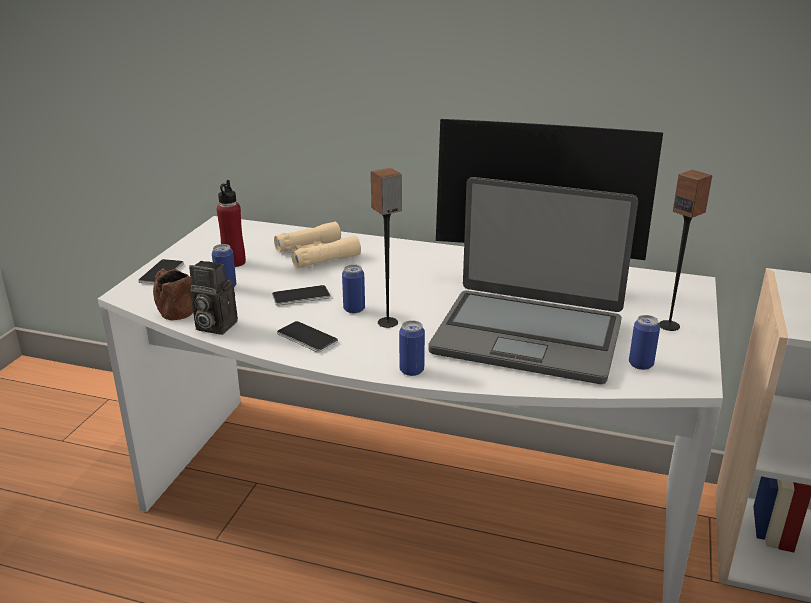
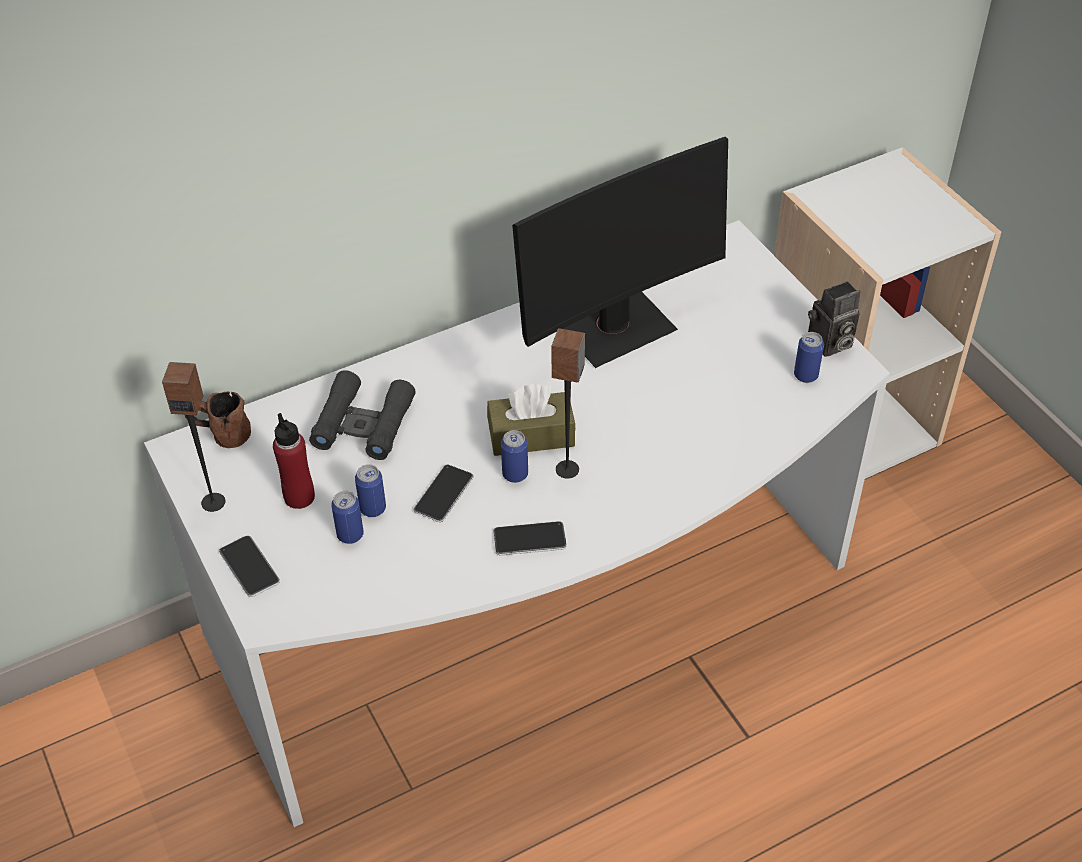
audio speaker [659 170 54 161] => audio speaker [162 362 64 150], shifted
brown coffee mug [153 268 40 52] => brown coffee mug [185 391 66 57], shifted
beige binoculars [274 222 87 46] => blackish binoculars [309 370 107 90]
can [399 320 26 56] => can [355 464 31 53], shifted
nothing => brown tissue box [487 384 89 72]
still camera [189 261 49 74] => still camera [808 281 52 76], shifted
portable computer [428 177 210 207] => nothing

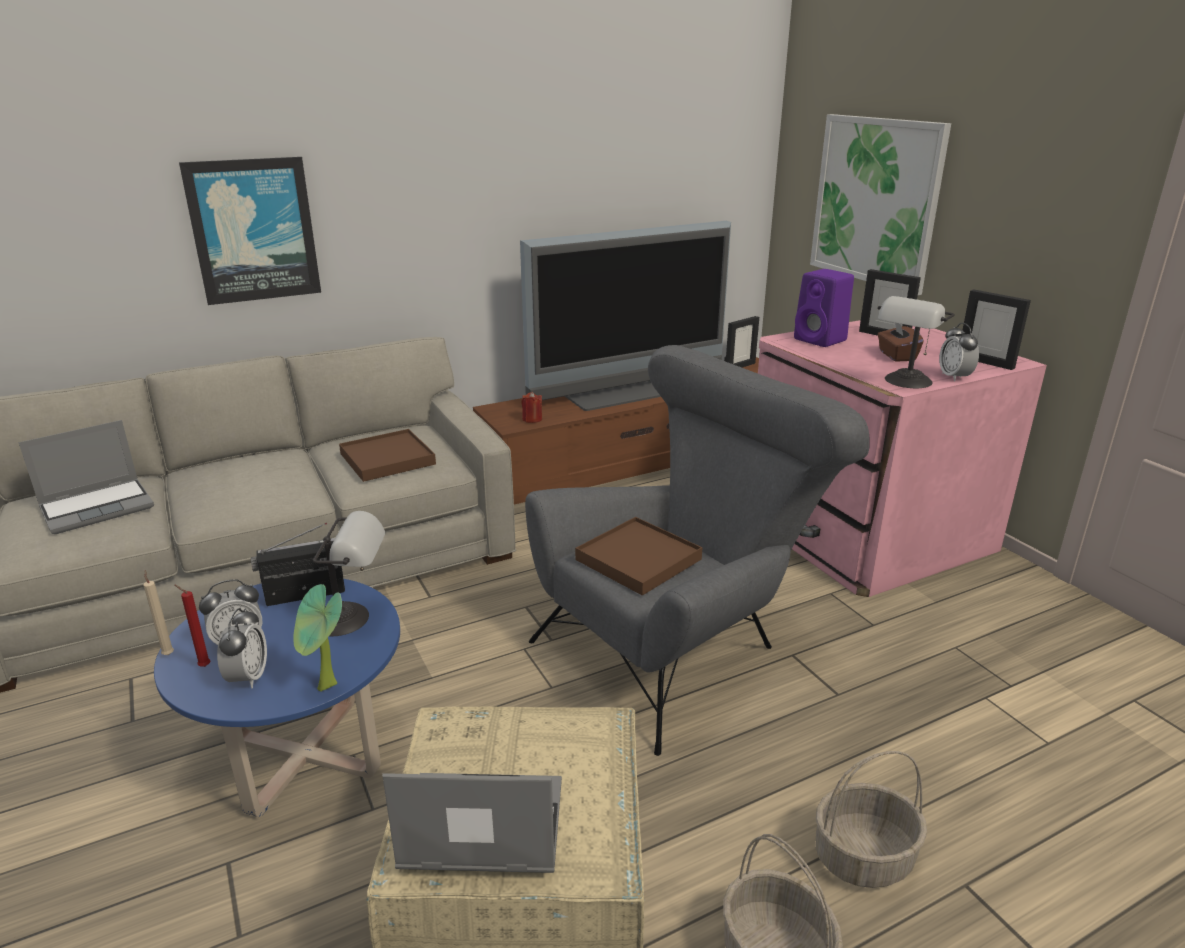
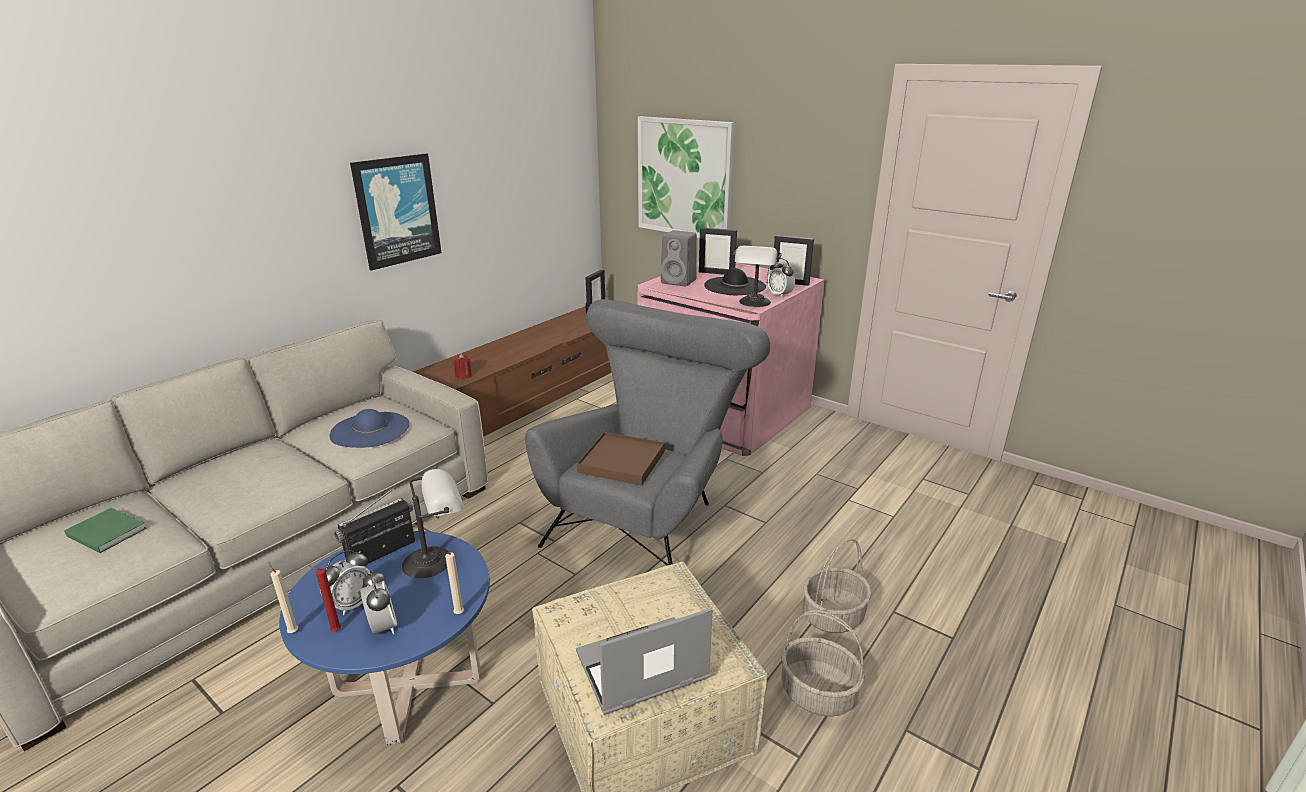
portable computer [18 420 136 114] => green bound book [64 508 83 45]
brown serving tray [339 429 97 53] => blue-coloured hat [330 409 80 39]
wall art [179 157 142 148] => wall art [350 153 92 118], shifted
plant in a pot [293 584 49 108] => beige wax candle [445 552 19 62]
purplish audio speaker [794 269 60 78] => greyish audio speaker [661 230 36 56]
brown tissue box [878 323 46 39] => blackish hat [704 268 62 27]
TV [520 221 211 190] => nothing

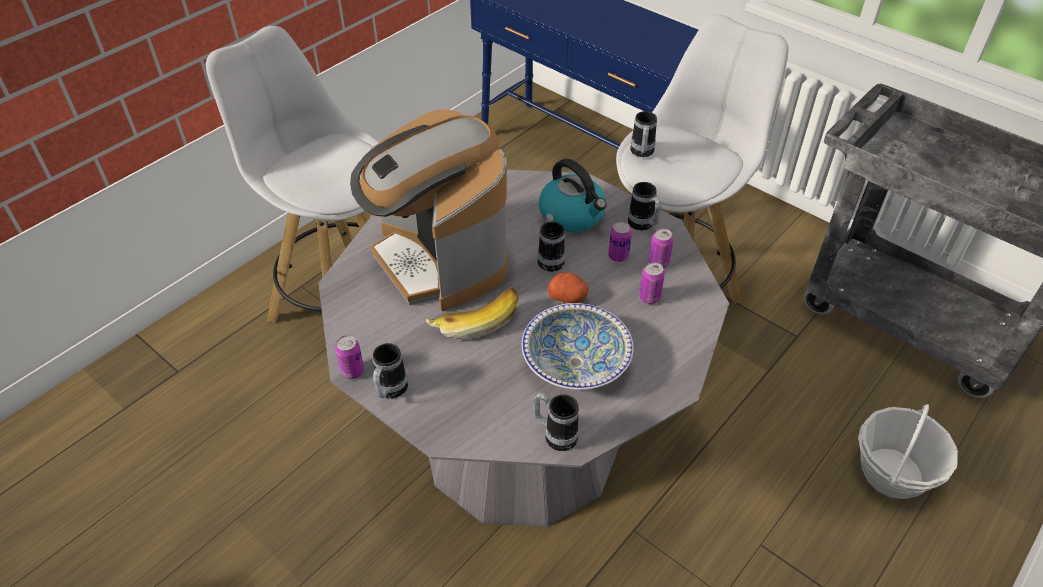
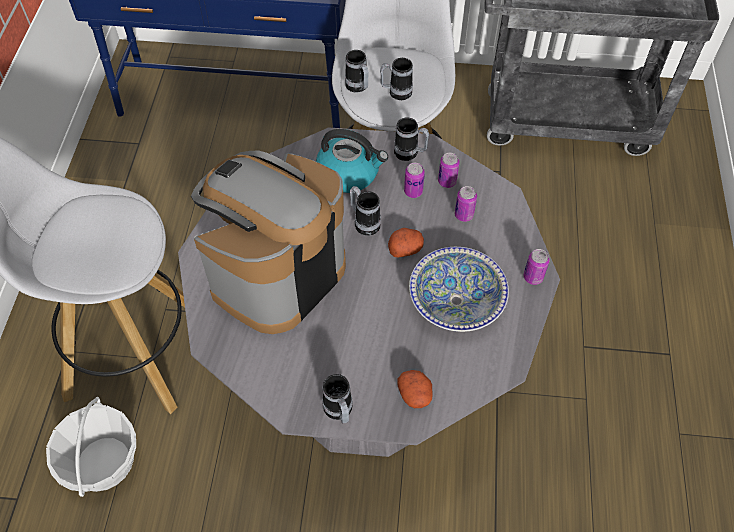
storage basket [858 404 100 95] => storage basket [46 397 90 100], shifted
coffee maker [350 109 158 202] => coffee maker [191 150 155 184], 105 degrees clockwise
coffee mug [534 392 45 59] => coffee mug [380 58 33 42], shifted
nothing => potato [398 370 34 38]
can [335 335 29 44] => can [523 249 27 36], shifted
banana [426 287 92 52] => nothing

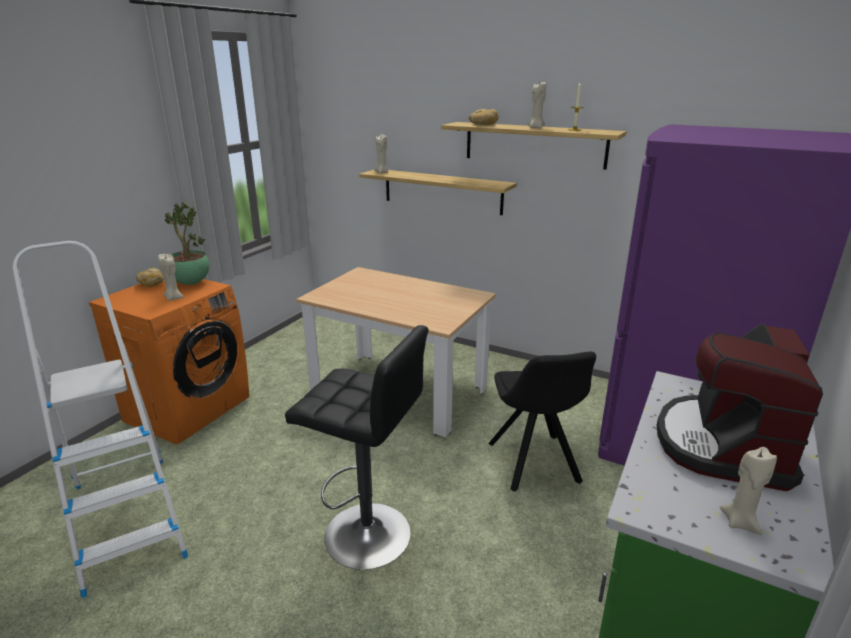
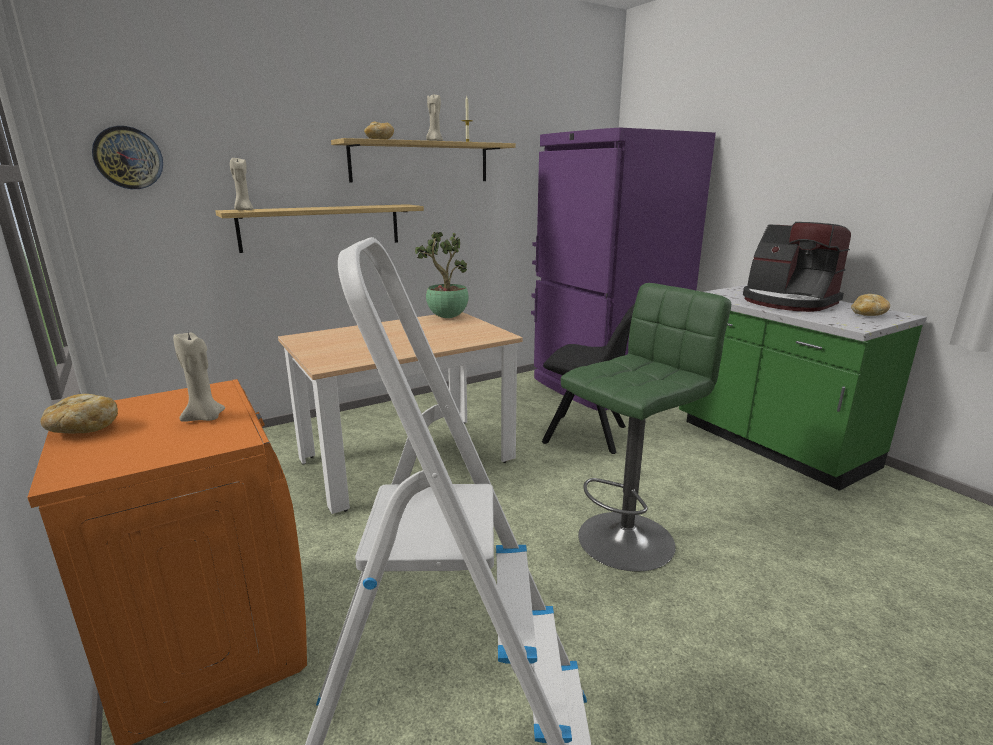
nothing => wall clock [92 126 71 63]
plant in a pot [165 202 44 83] => plant in a pot [415 232 54 86], shifted
blackish stool [285 325 144 245] => green stool [561 283 170 289]
beige wax candle [720 447 57 88] => bread [851 294 39 22]

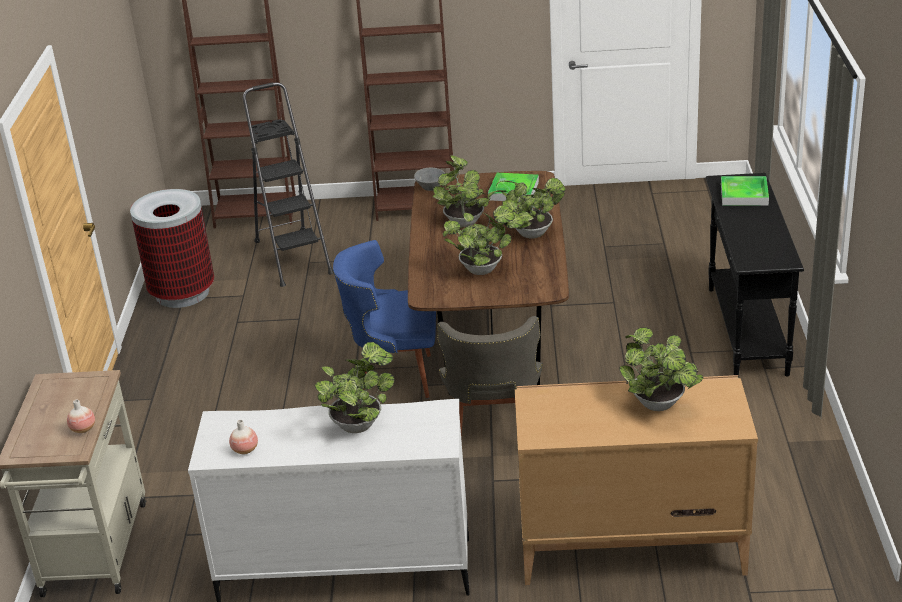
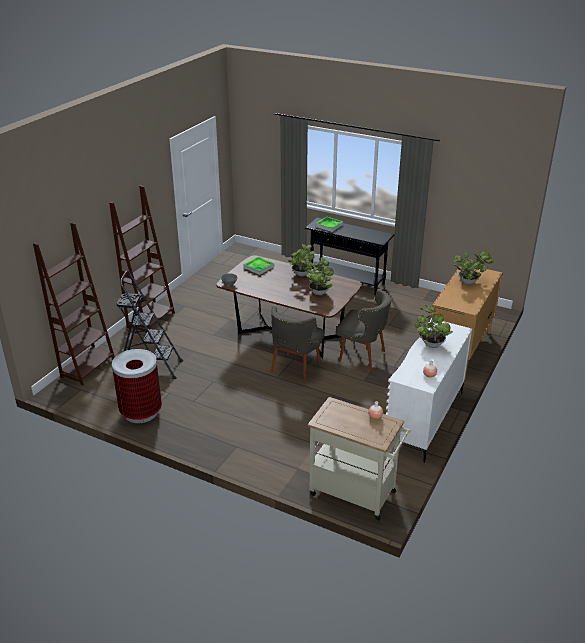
blue-coloured plain chair [333 240 103 158] => greyish plain chair [271 306 54 77]
plant in a pot [433 155 58 72] => nothing

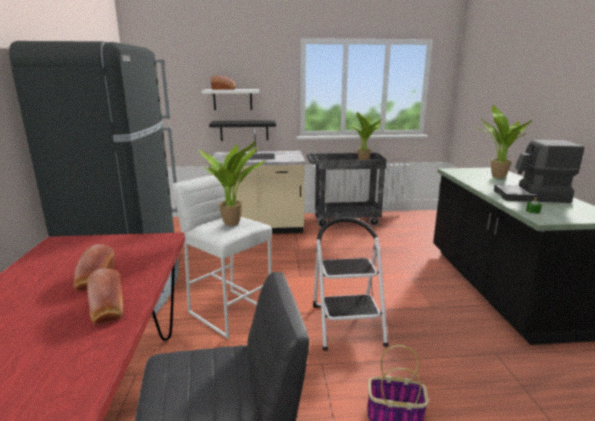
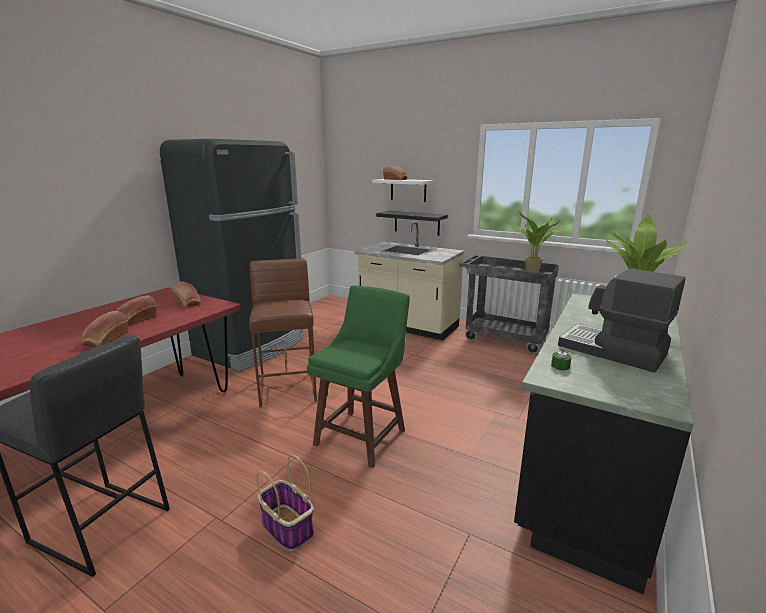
nothing => bread [171 281 30 27]
white stool [173 175 99 164] => brown stool [249 258 68 150]
step stool [313 217 75 134] => green stool [307 285 103 183]
plant in a pot [199 141 67 85] => nothing

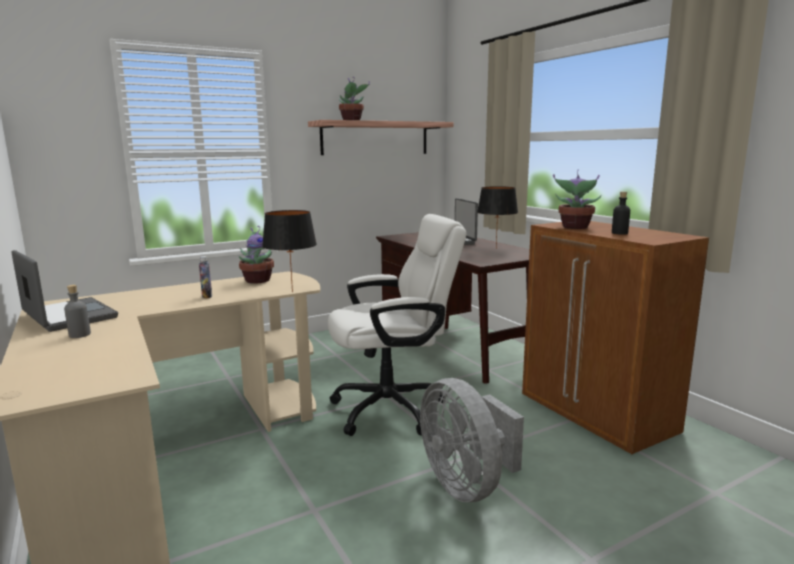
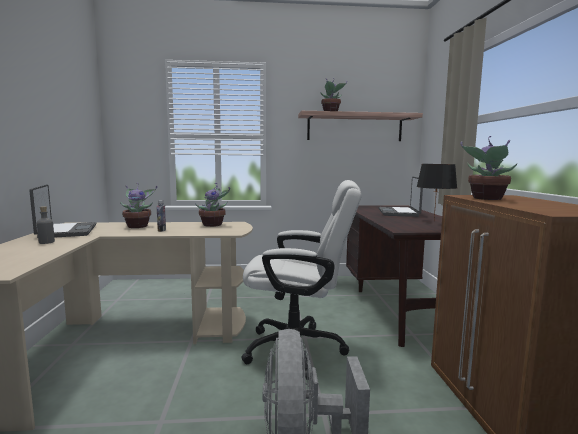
nothing => plant in a pot [120 183 37 45]
blackish lamp for a table [262 210 55 82] => nothing
blackish bottle [612 192 18 43] => nothing

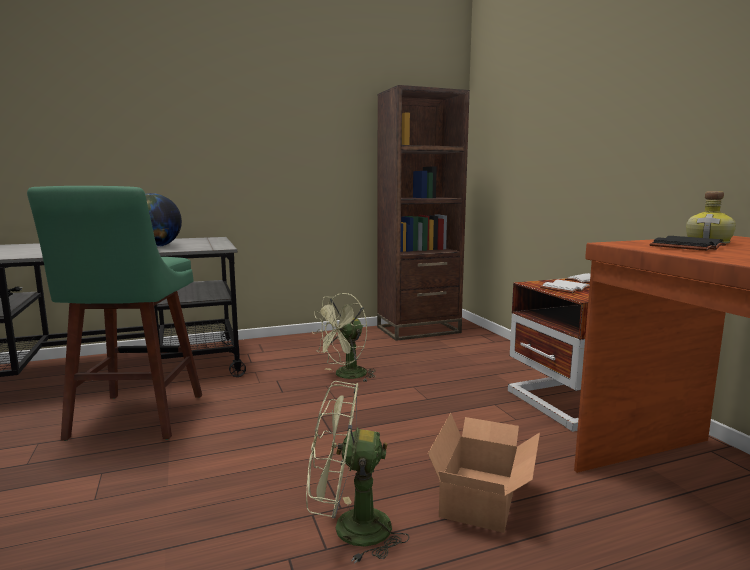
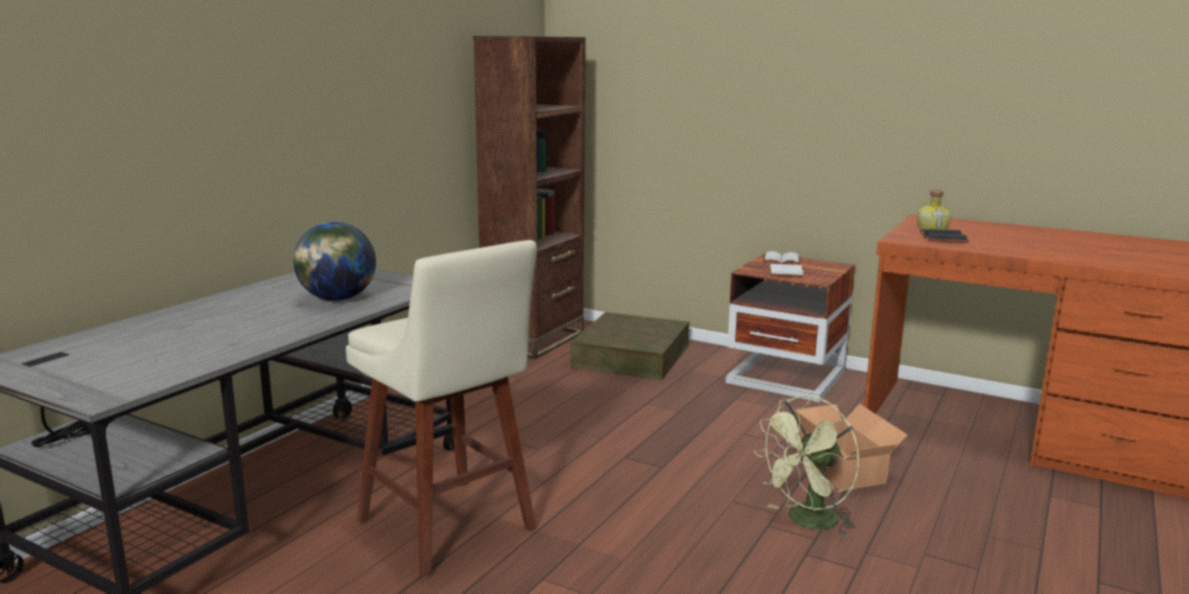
green stool [27 186 175 255] => beige stool [346 240 191 337]
nothing => brown storage bin [571 312 118 68]
green fan [312 293 64 89] => nothing

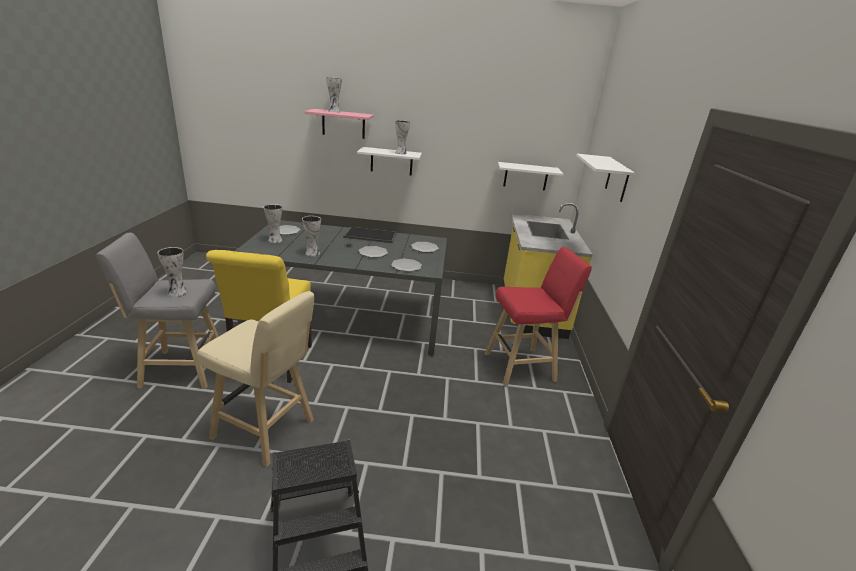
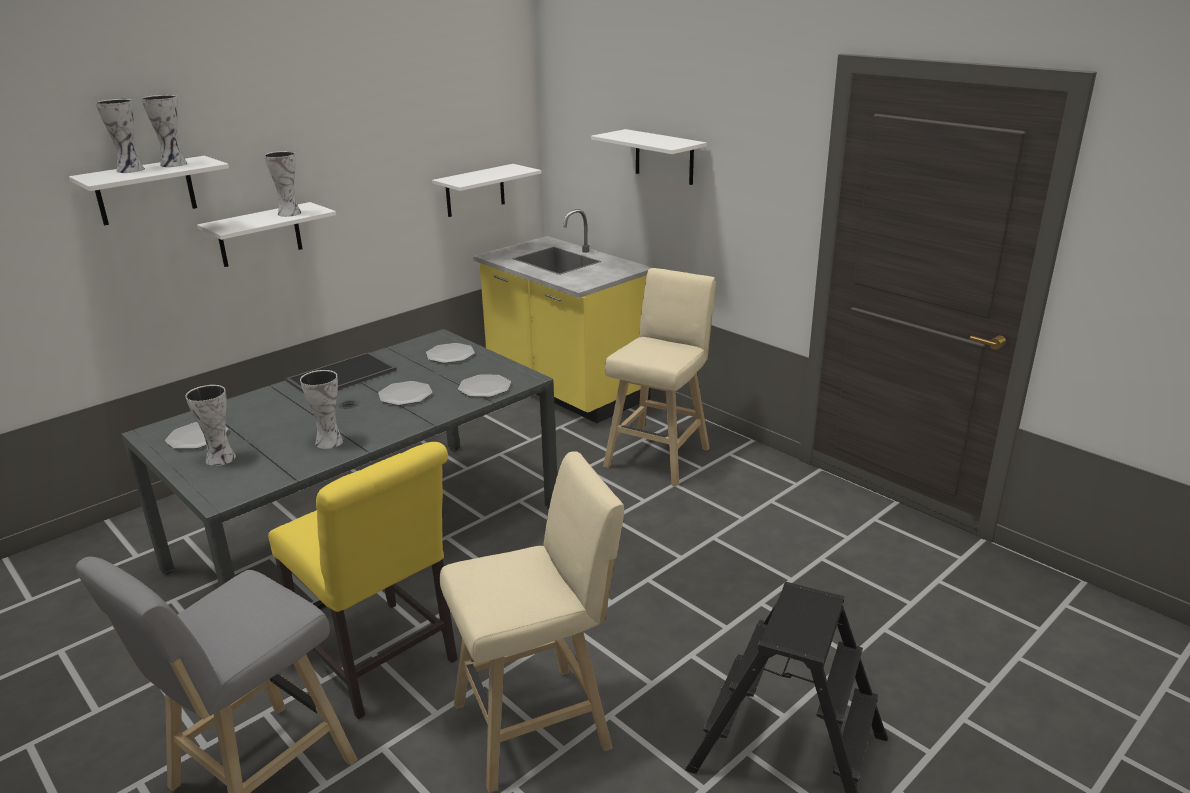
pink wall shelf [305 109 69 30] => white wall shelf [69 156 160 69]
vase [157 247 31 50] => vase [141 95 46 72], shifted
reddish stool [485 247 107 139] => beige stool [603 268 112 218]

